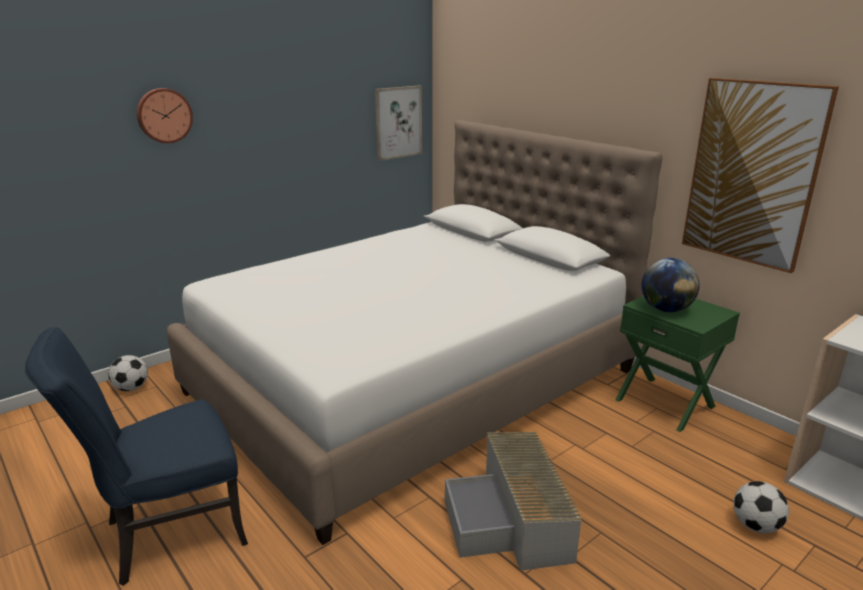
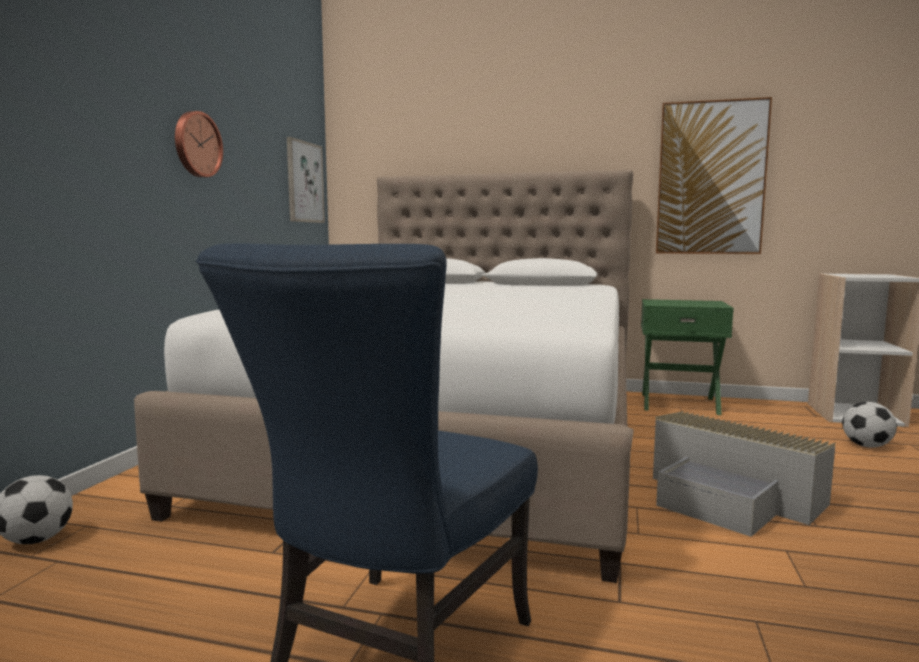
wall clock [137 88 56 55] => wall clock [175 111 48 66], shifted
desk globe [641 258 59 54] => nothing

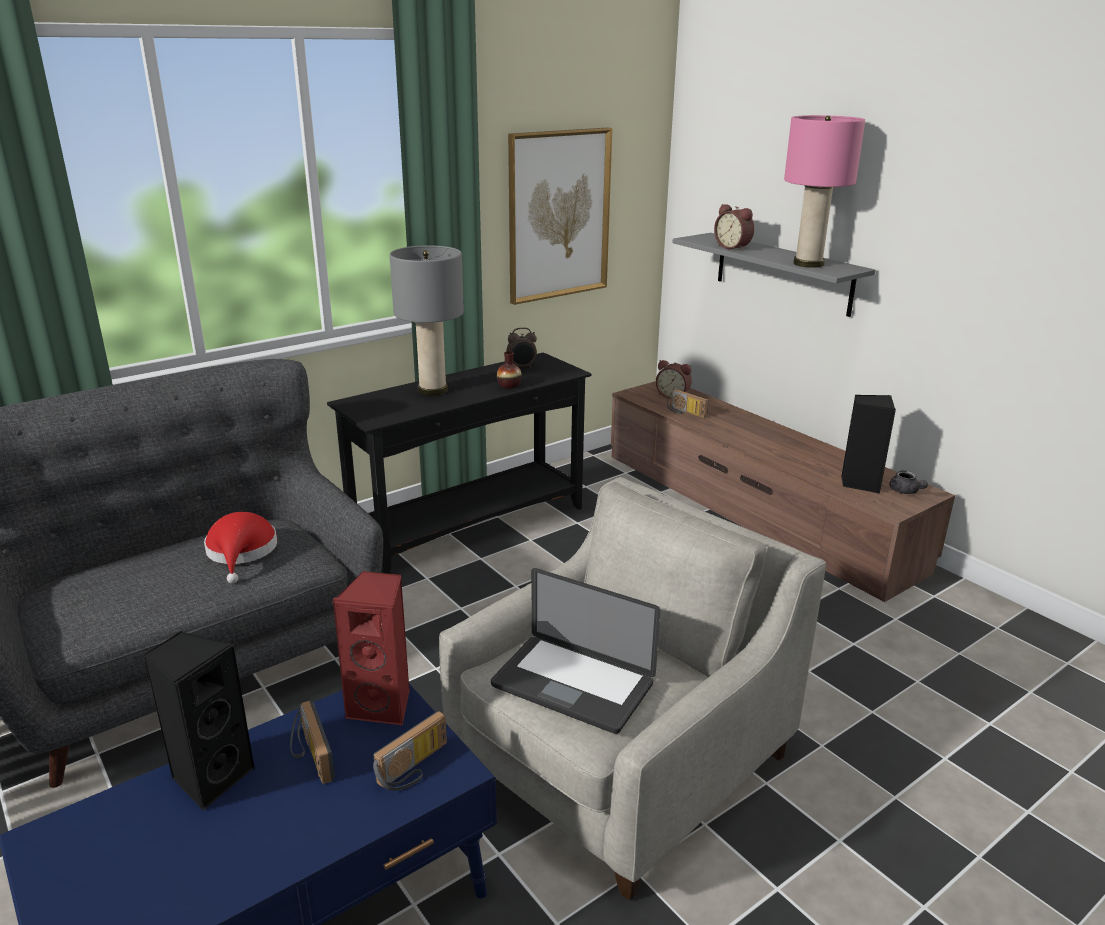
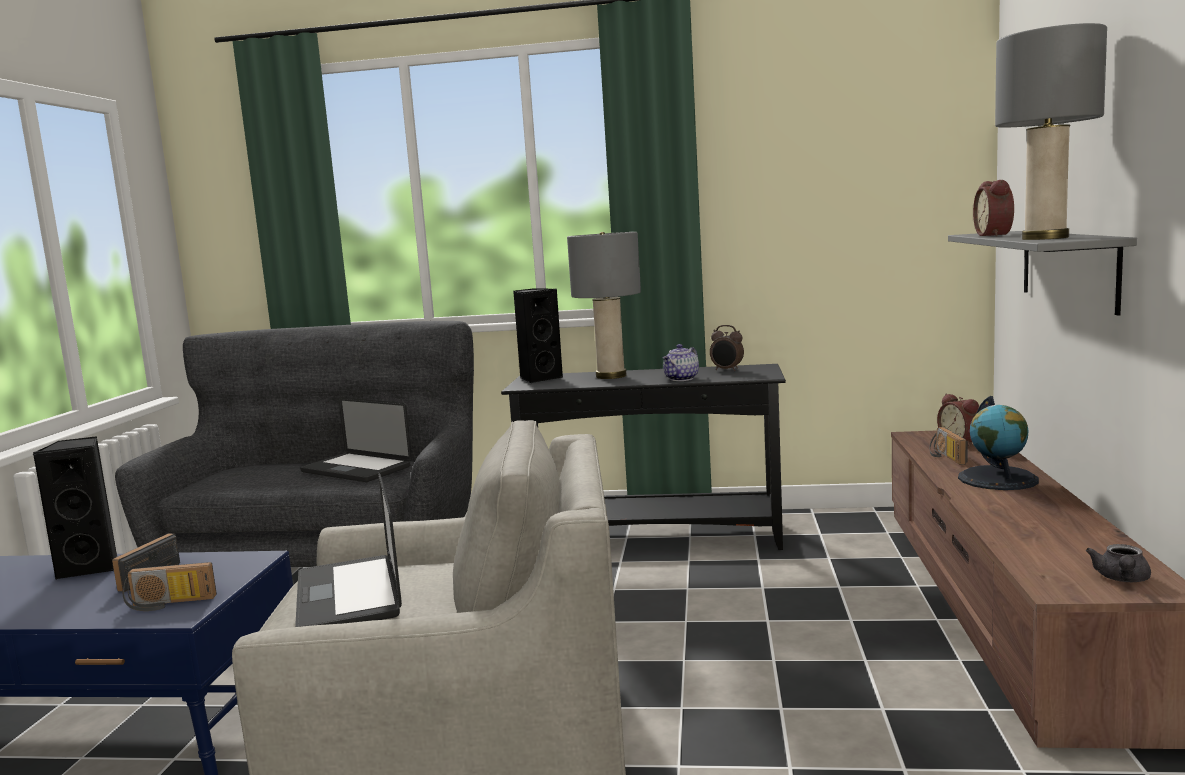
reddish hat [204 512 73 72] => portable computer [300 398 112 84]
blackish audio speaker [841 395 55 99] => blackish audio speaker [513 288 50 95], shifted
vase [497 351 25 38] => pot for tea [663 344 36 37]
nothing => desk globe [958 396 81 94]
pink lamp for a table [784 115 81 153] => greyish lamp for a table [995 23 112 217]
reddish audio speaker [332 571 78 156] => nothing
wall art [508 127 105 178] => nothing

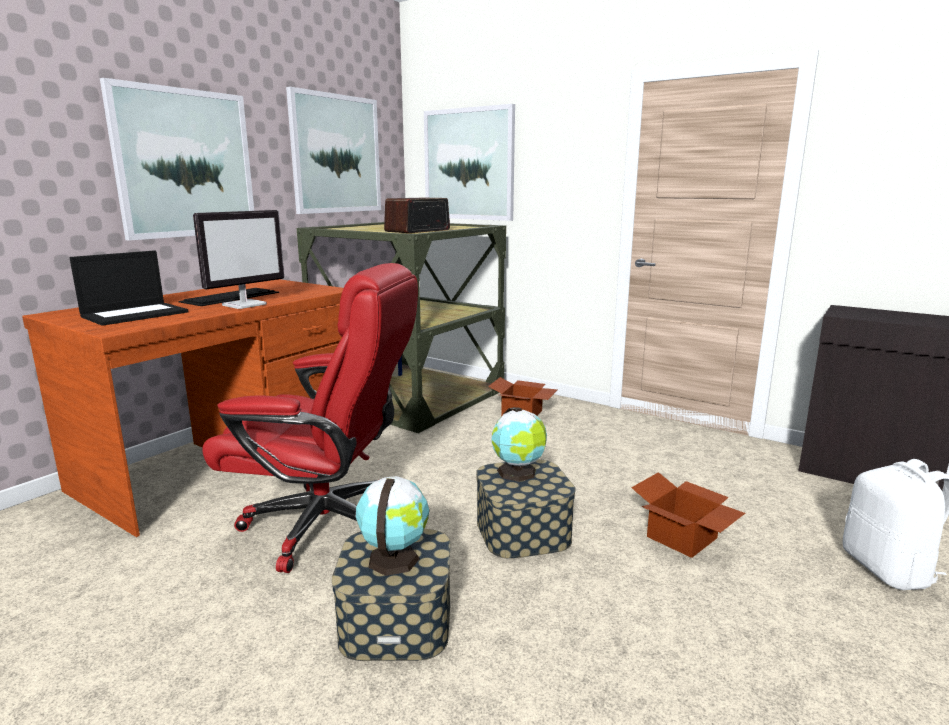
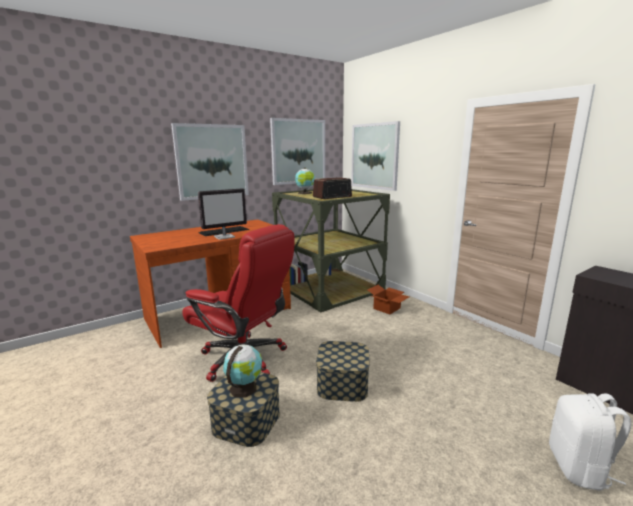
desk globe [491 407 56 75] => desk globe [295 168 20 26], shifted
portable computer [70 250 118 76] => nothing
packing box [631 472 114 86] => nothing

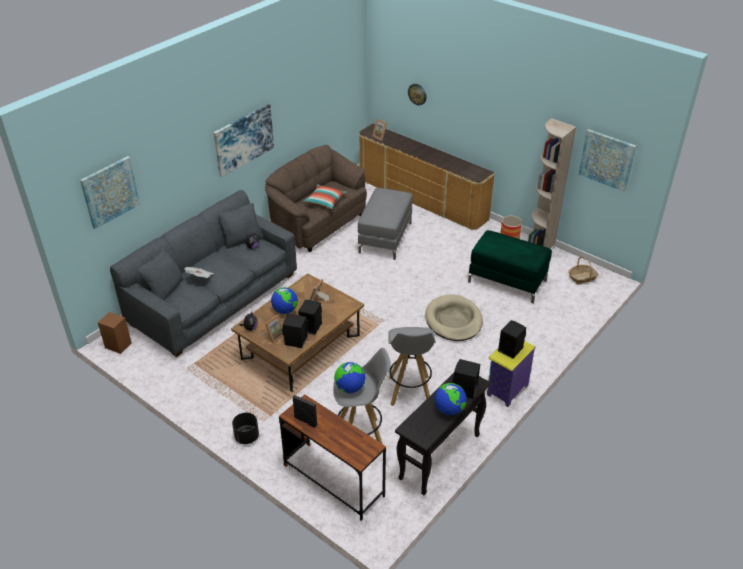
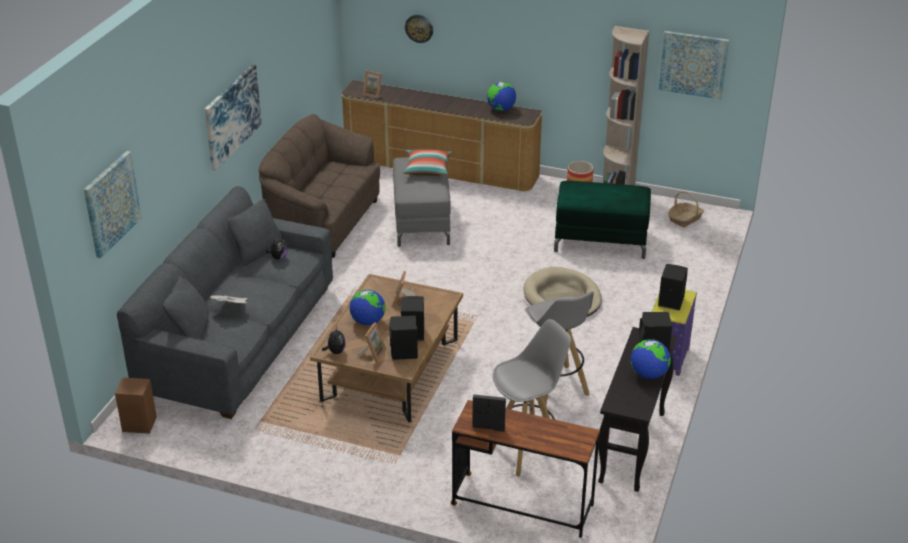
pillow [302 184 45 25] => pillow [403 149 48 27], shifted
desk globe [334 362 31 31] => desk globe [487 82 29 29], shifted
blackish planter [232 413 27 31] => nothing

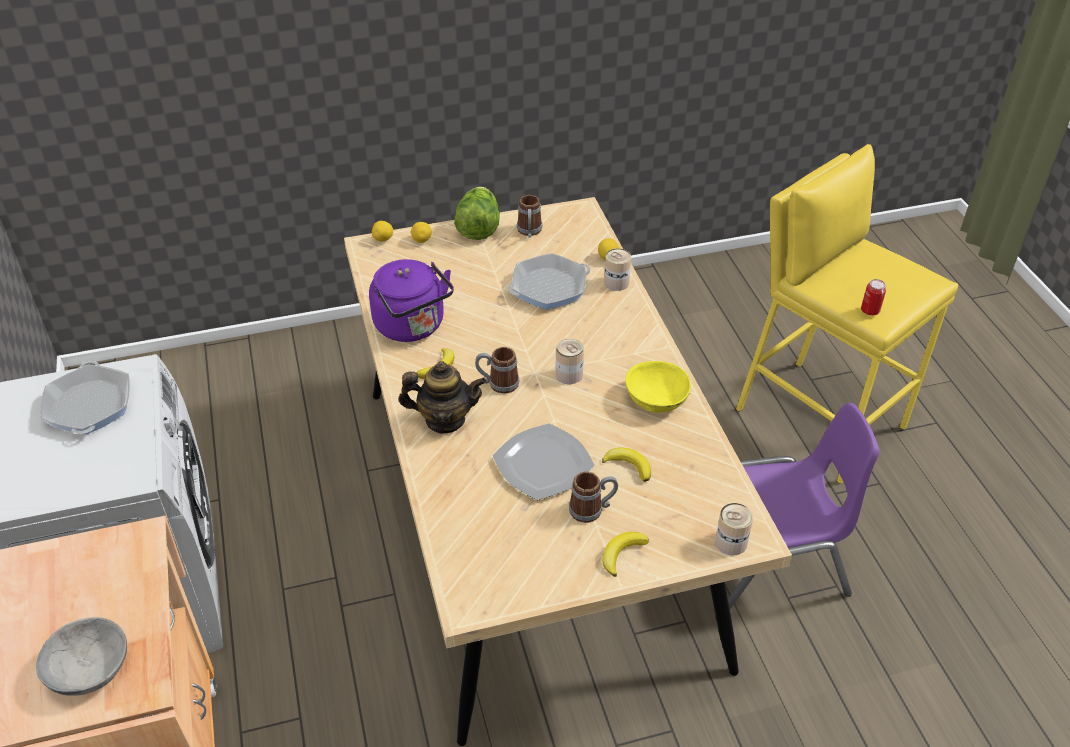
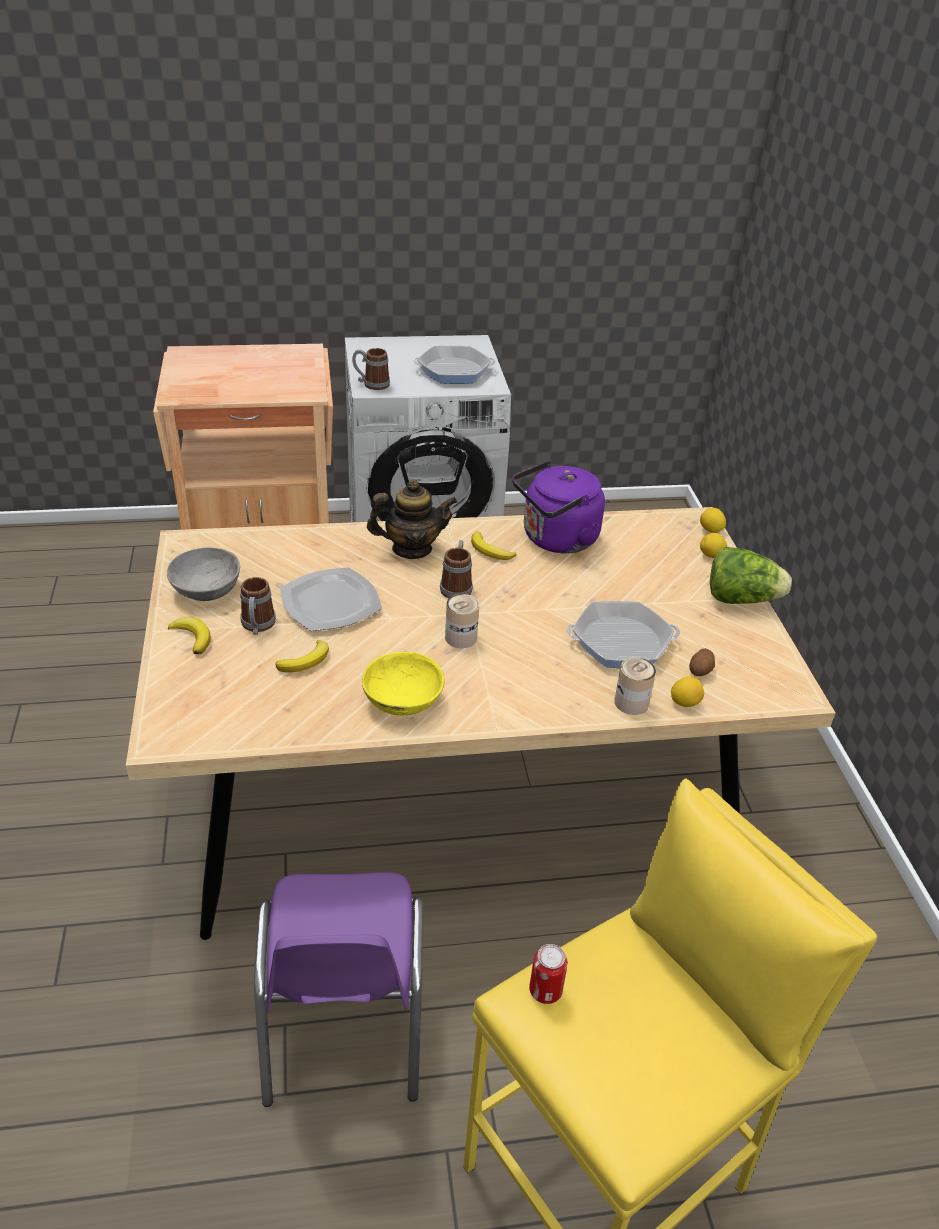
greyish bowl [36 617 91 79] => greyish bowl [167 547 73 54], shifted
coffee mug [517 195 25 43] => coffee mug [352 348 38 42], shifted
pot for tea [399 361 87 73] => pot for tea [367 479 90 80], 105 degrees counterclockwise
frying pan [507 253 83 57] => frying pan [567 601 113 67], 105 degrees clockwise
nothing => potato [689 648 26 28]
can [715 503 38 52] => nothing

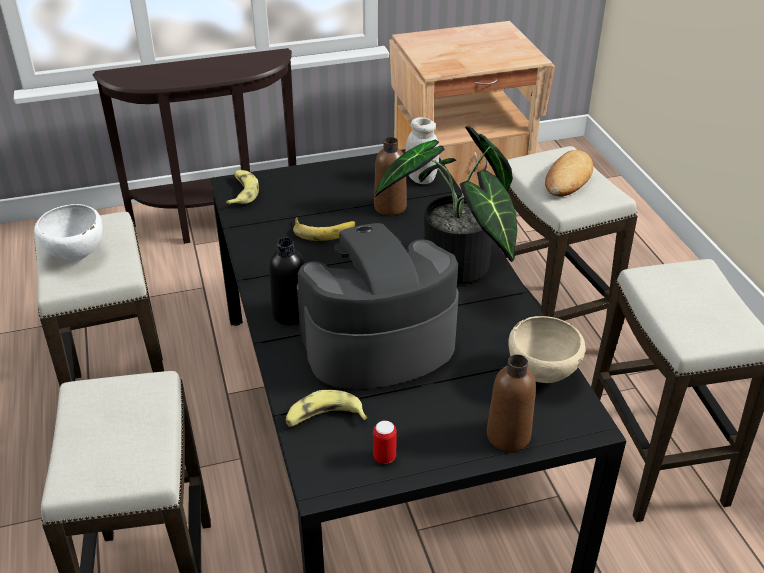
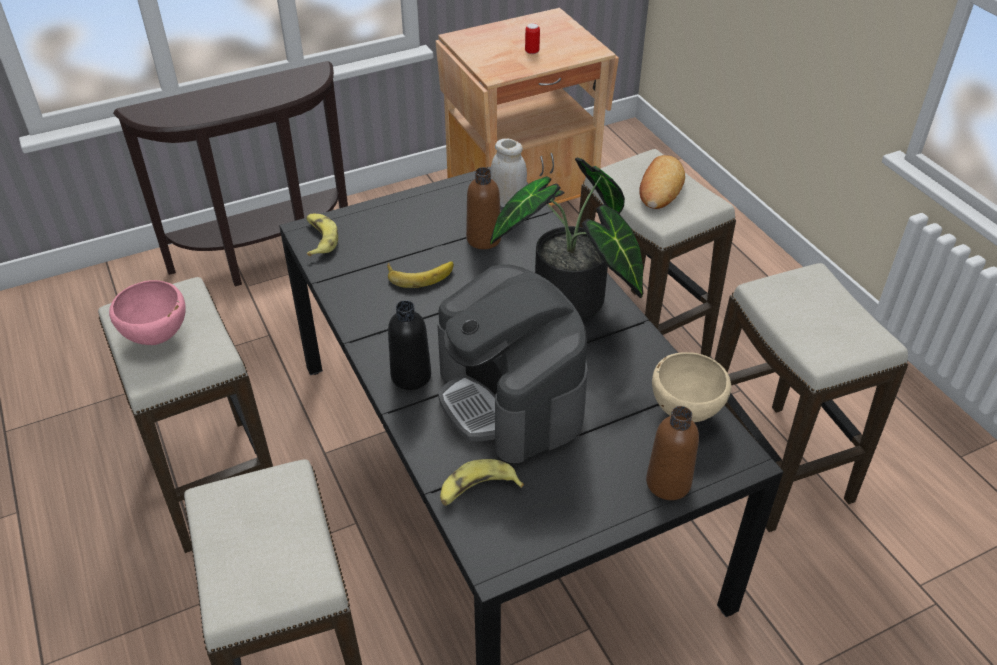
white bowl [34 204 69 57] => pink bowl [109 280 77 65]
coffee maker [297 223 162 166] => coffee maker [437 264 151 199], 90 degrees counterclockwise
can [373 421 24 43] => can [525 23 15 31], shifted

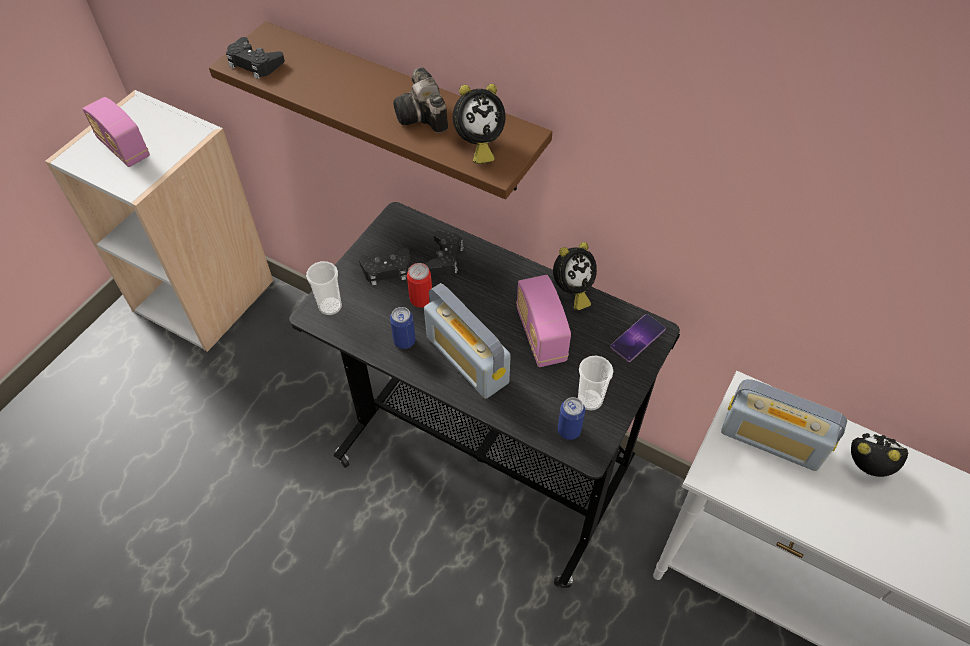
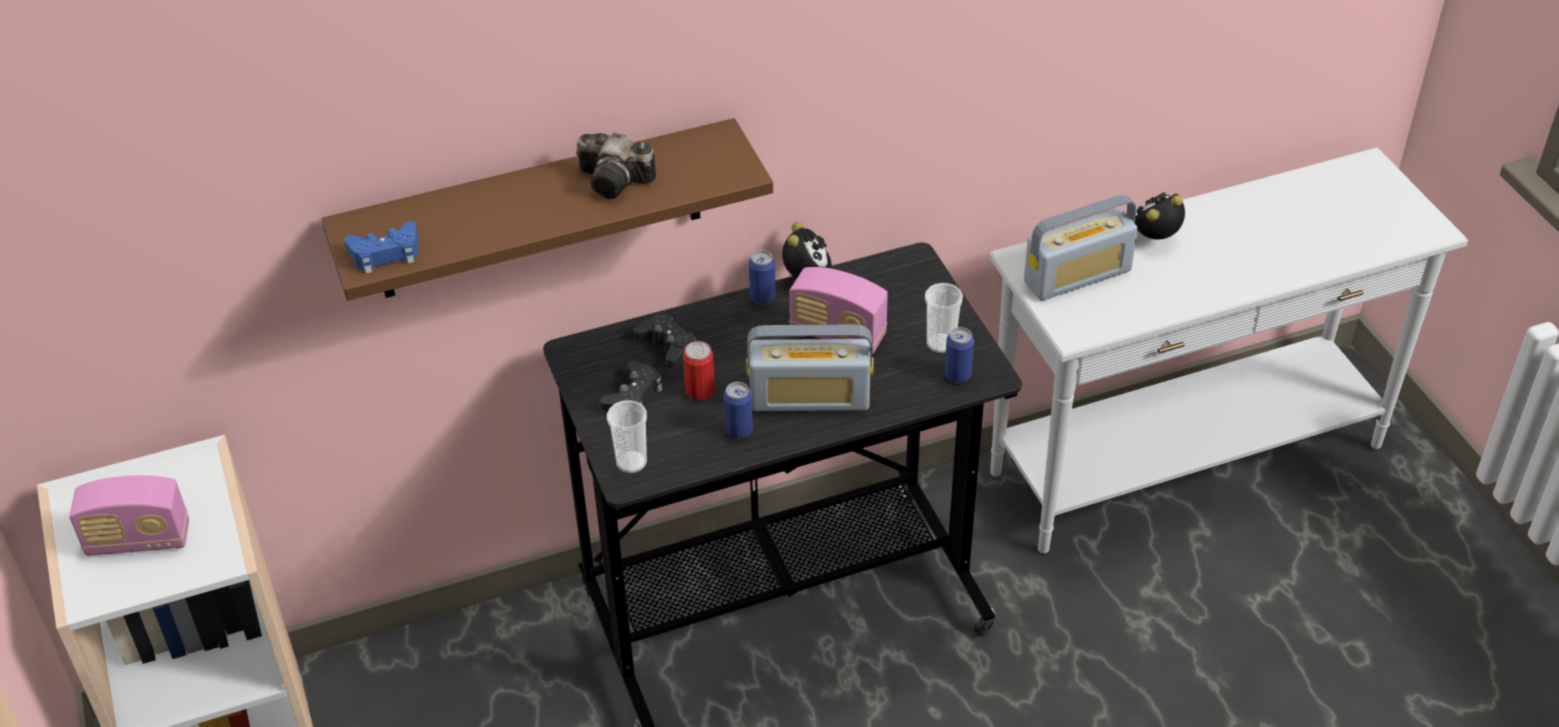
blackish gamepad [226 37 59 42] => blue-coloured gamepad [344 221 75 53]
nothing => can [749 250 27 55]
bedside clock [453 84 52 80] => nothing
telephone [610 314 56 48] => nothing

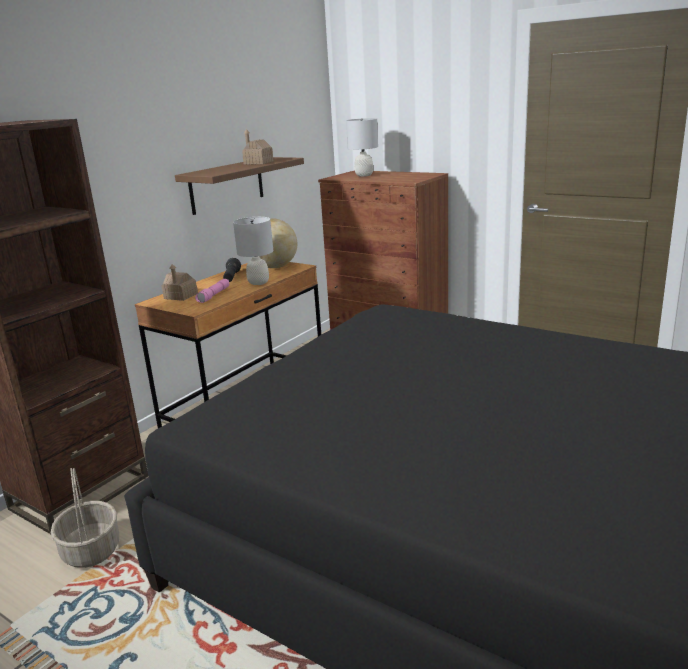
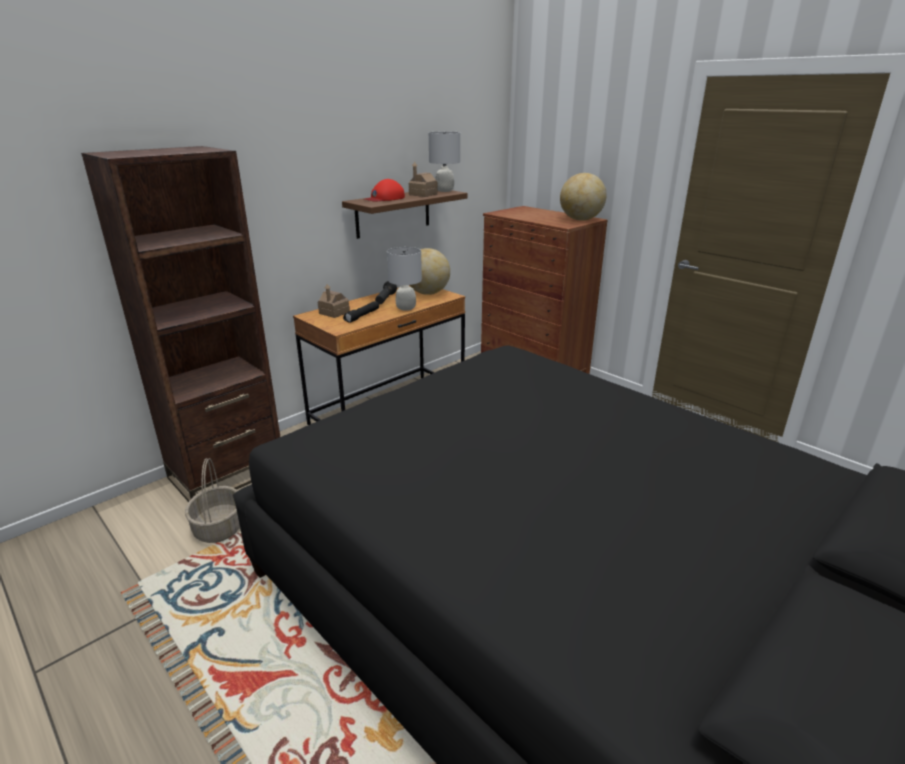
pink flashlight [195 279 34 24] => blackish flashlight [343 301 36 22]
nothing => reddish cap [364 179 41 22]
greyish lamp for a table [346 118 32 59] => greyish lamp for a table [429 131 31 61], shifted
nothing => desk globe [560 173 47 48]

